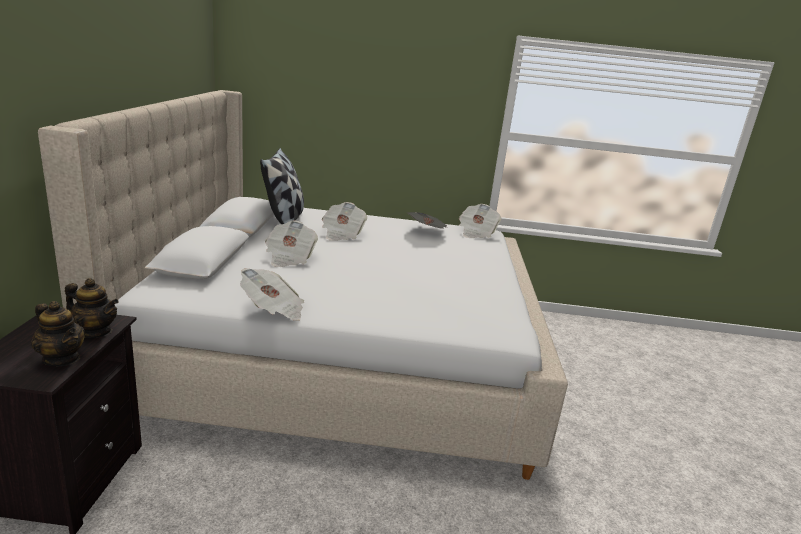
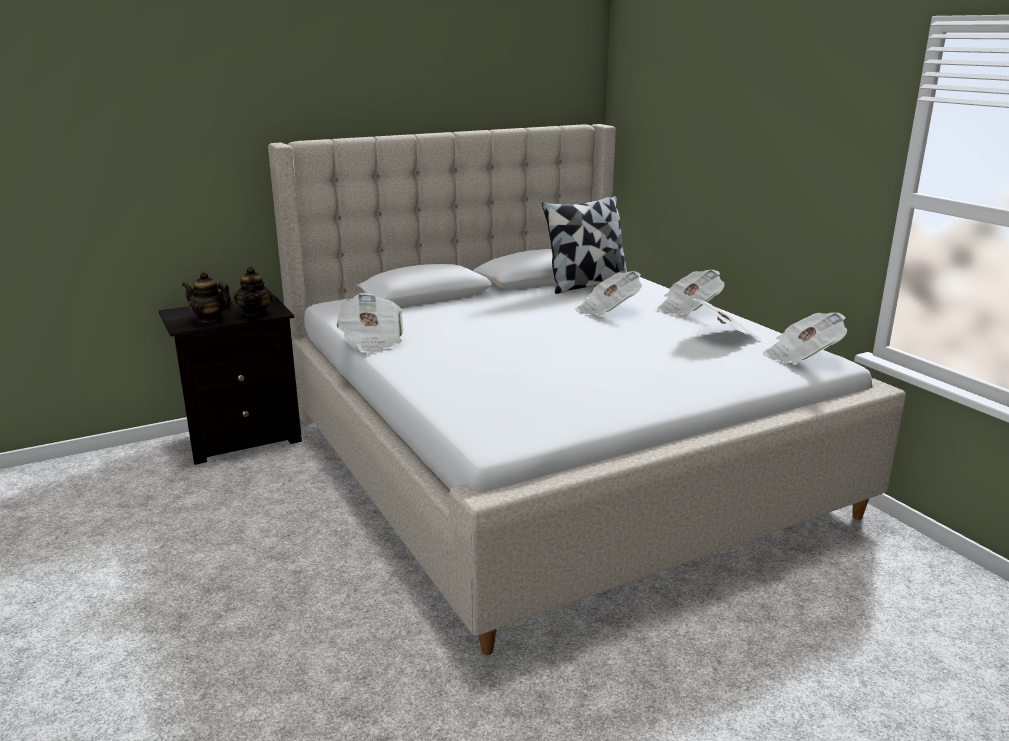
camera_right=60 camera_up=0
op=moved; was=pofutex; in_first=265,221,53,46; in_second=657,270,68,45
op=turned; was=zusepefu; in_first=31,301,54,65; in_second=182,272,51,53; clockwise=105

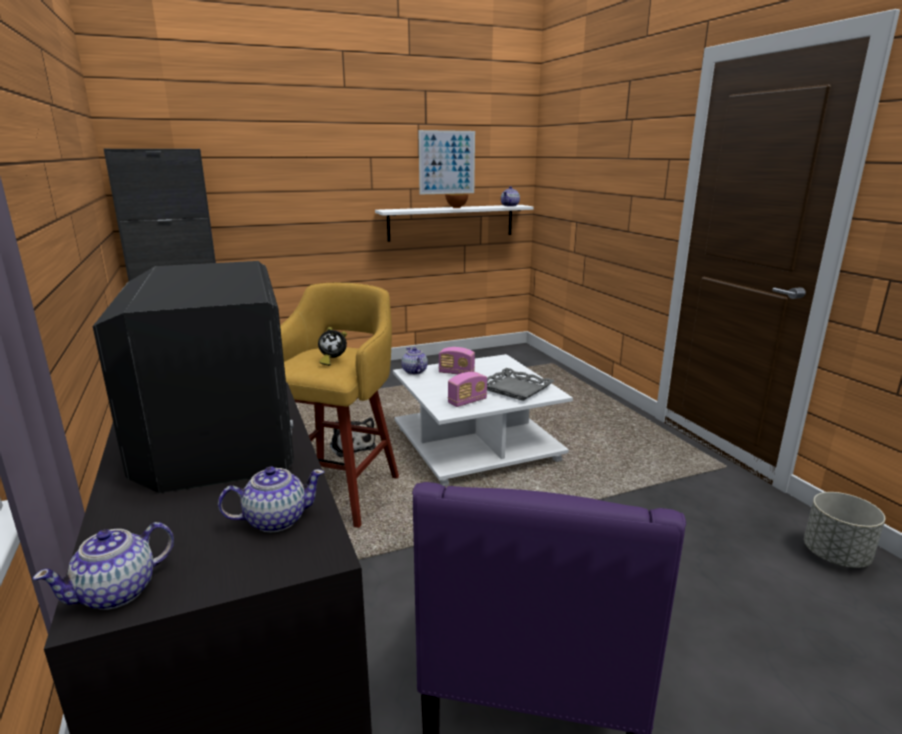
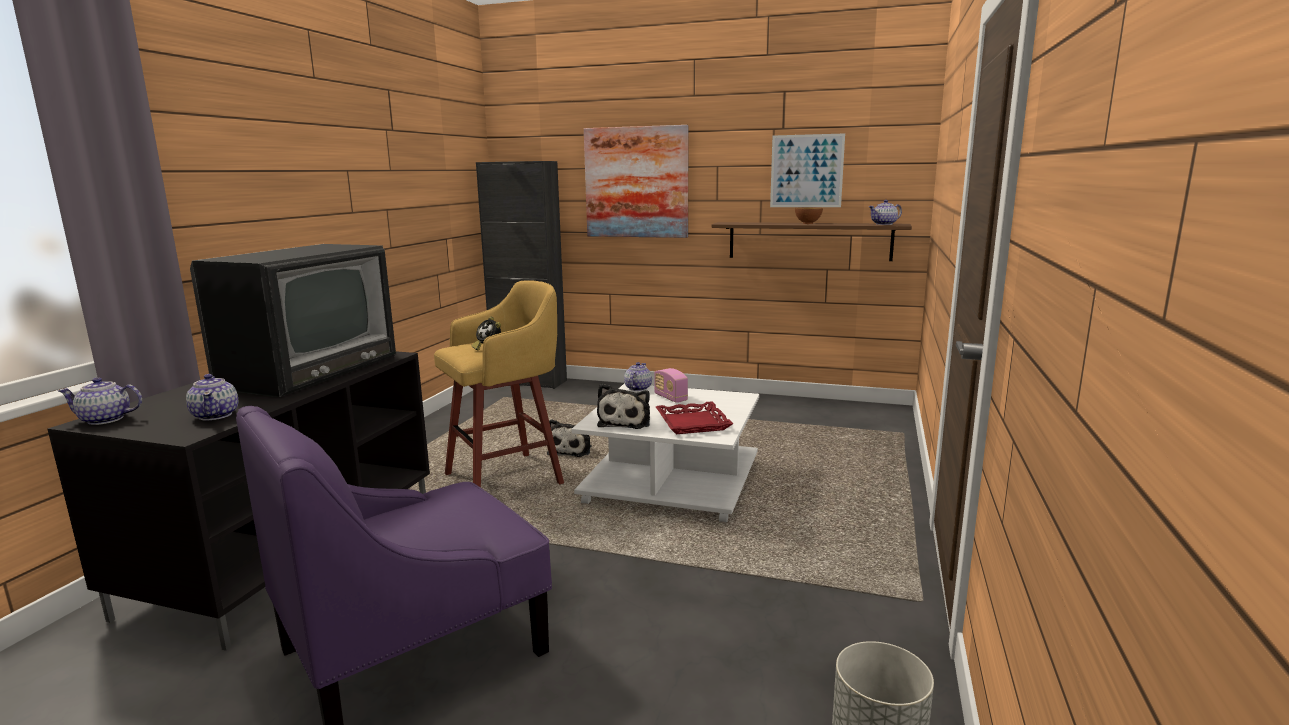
camera_right=40 camera_up=-5
op=recoloured; was=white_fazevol; now=brown_fazevol; in_first=375,205,159,37; in_second=712,222,200,39
op=recoloured; was=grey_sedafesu; now=red_sedafesu; in_first=487,368,67,33; in_second=656,401,77,33
op=replaced; was=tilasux; now=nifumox; in_first=448,372,39,35; in_second=597,384,53,45
op=turned; was=zusepefu; in_first=218,467,106,66; in_second=186,374,52,46; clockwise=45
op=added; now=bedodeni; in_second=584,125,104,113

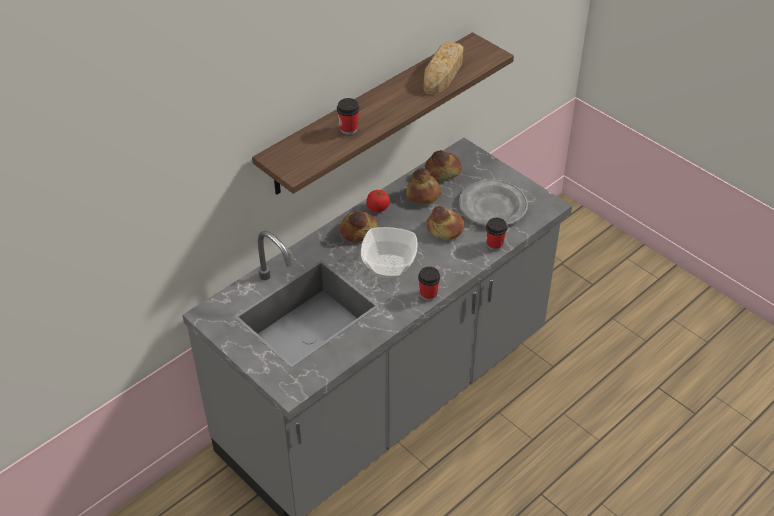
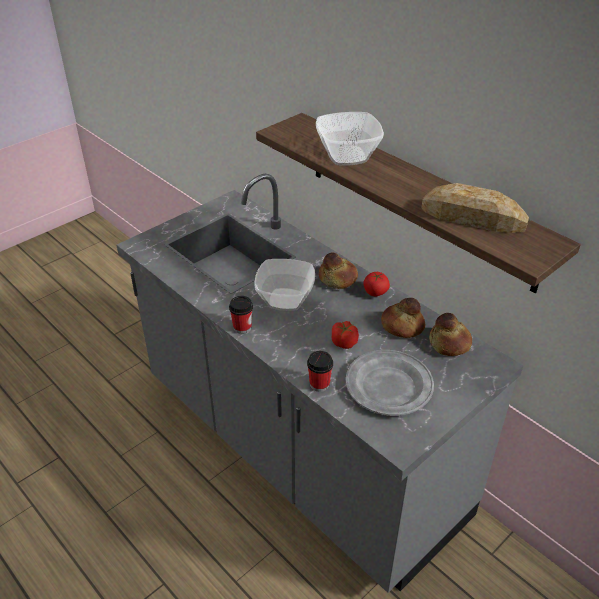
camera_right=90 camera_up=-5
op=replaced; was=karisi; now=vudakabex; in_first=337,98,23,37; in_second=316,112,68,54
op=replaced; was=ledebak; now=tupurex; in_first=427,206,37,34; in_second=332,321,27,28

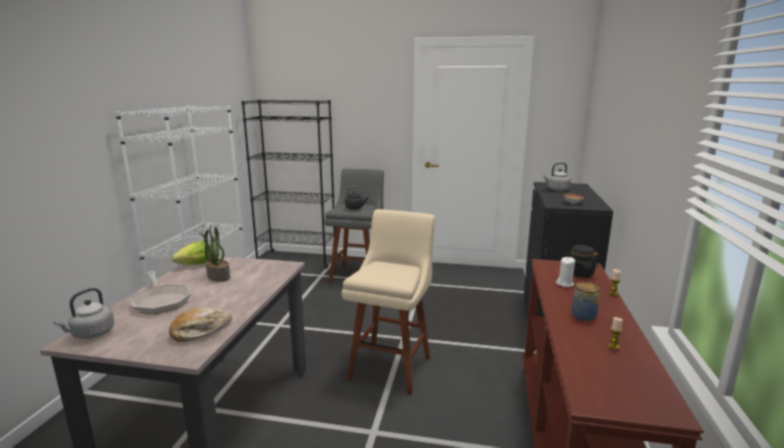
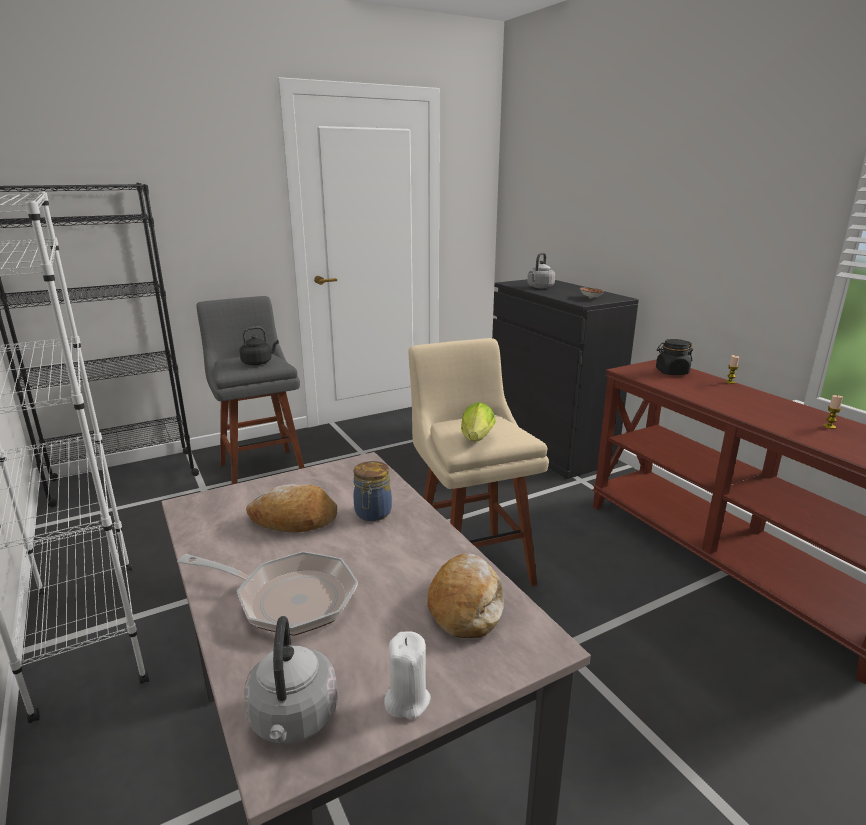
camera_right=-40 camera_up=5
op=replaced; was=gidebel; now=ledebak; in_first=199,226,31,56; in_second=246,484,91,49
op=moved; was=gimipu; in_first=172,241,38,24; in_second=461,402,35,39
op=moved; was=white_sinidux; in_first=556,257,19,30; in_second=384,631,47,88
op=moved; was=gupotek; in_first=571,282,29,39; in_second=353,461,39,60

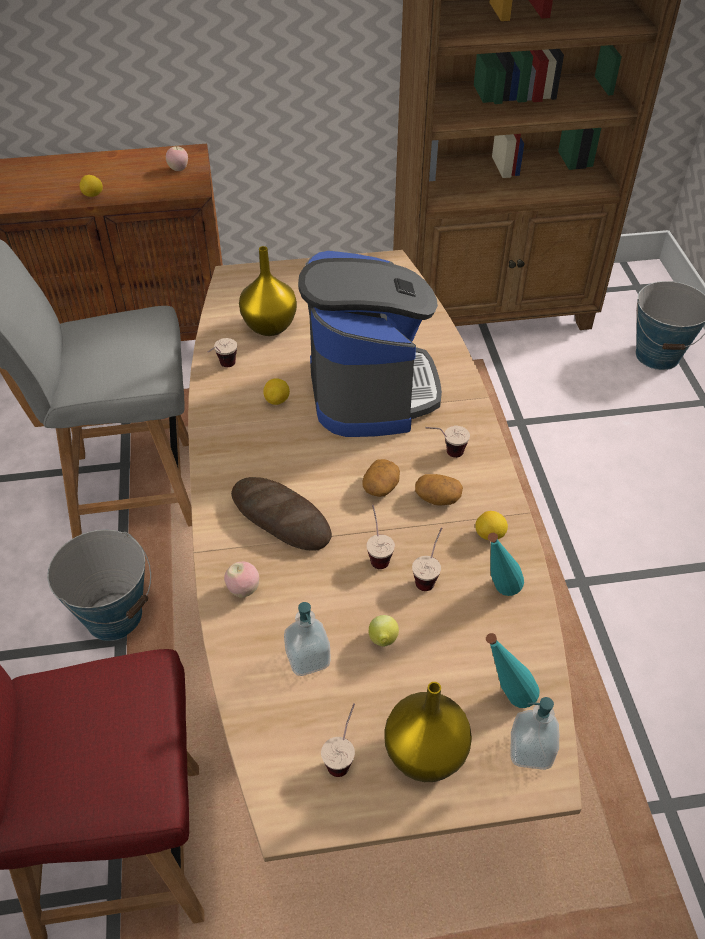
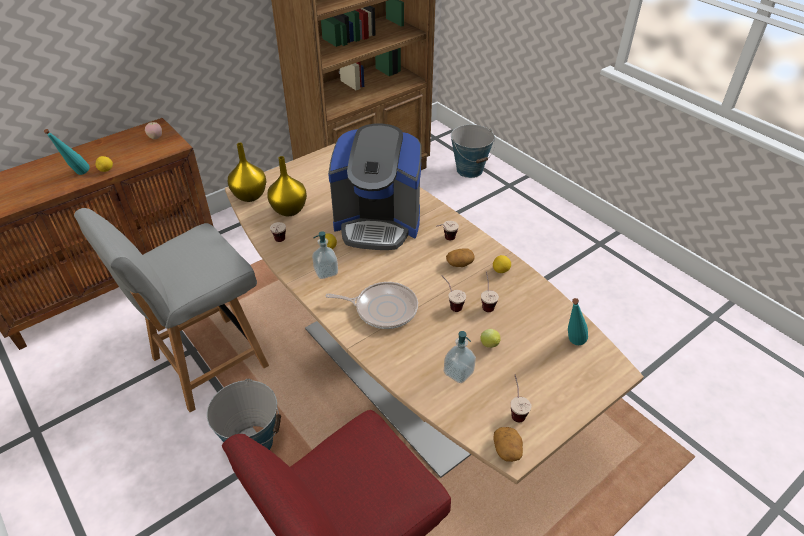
camera_right=-30 camera_up=-5
op=turned; was=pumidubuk; in_first=298,251,144,186; in_second=328,124,94,126; clockwise=135
op=moved; was=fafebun; in_first=362,459,38,38; in_second=494,427,29,35
op=replaced; was=ledebak; now=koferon; in_first=231,477,101,74; in_second=325,282,93,47
op=moved; was=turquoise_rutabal; in_first=488,533,36,63; in_second=44,129,46,46
op=removed; was=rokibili; in_first=224,562,35,36
op=moved; was=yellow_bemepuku; in_first=384,682,88,100; in_second=228,143,38,59
op=moved; was=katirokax; in_first=510,697,49,73; in_second=312,231,26,48

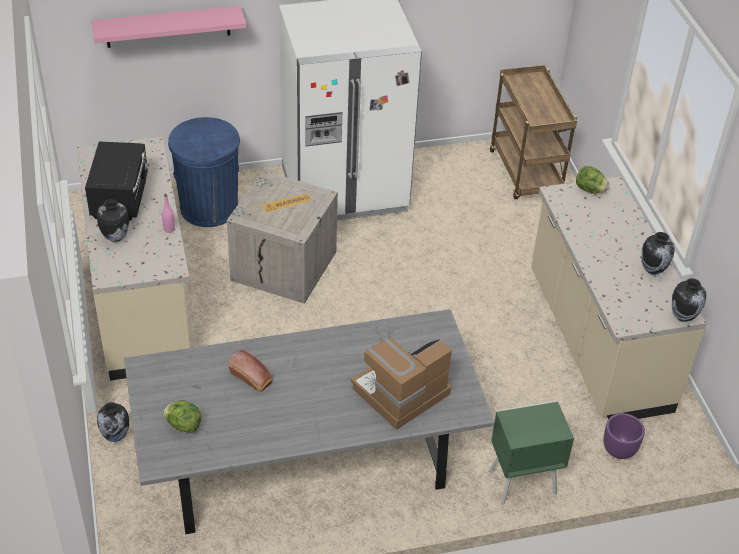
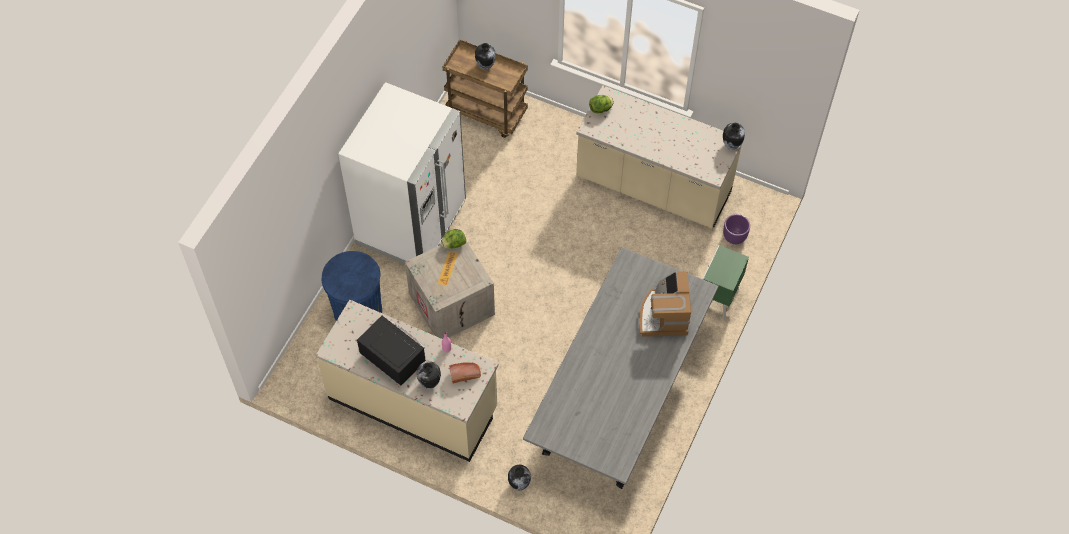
camera_right=-50 camera_up=15
op=removed; was=pink_fazevol; in_first=91,6,155,42
op=moved; was=bemepuku; in_first=642,232,33,43; in_second=475,43,21,26
op=moved; was=ledebak; in_first=228,350,45,42; in_second=449,362,32,21
op=moved; was=gimipu; in_first=163,400,38,34; in_second=441,229,25,20

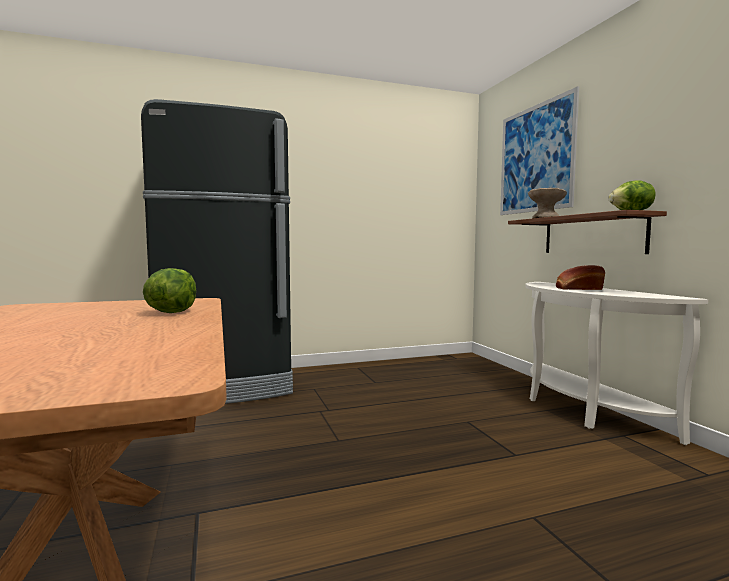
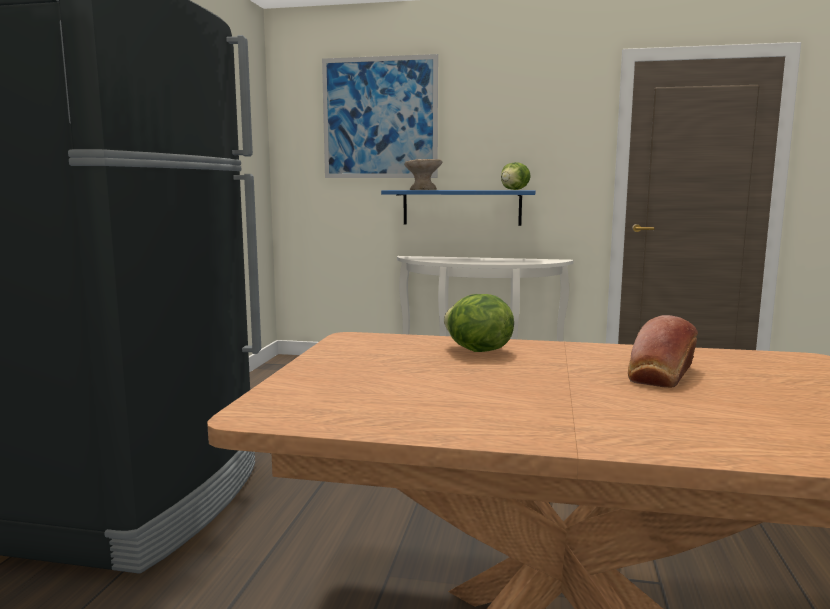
camera_right=-60 camera_up=5
op=recoloured; was=brown_fazevol; now=blue_fazevol; in_first=508,210,159,44; in_second=381,190,155,36
op=moved; was=ledebak; in_first=556,265,49,25; in_second=628,315,70,73

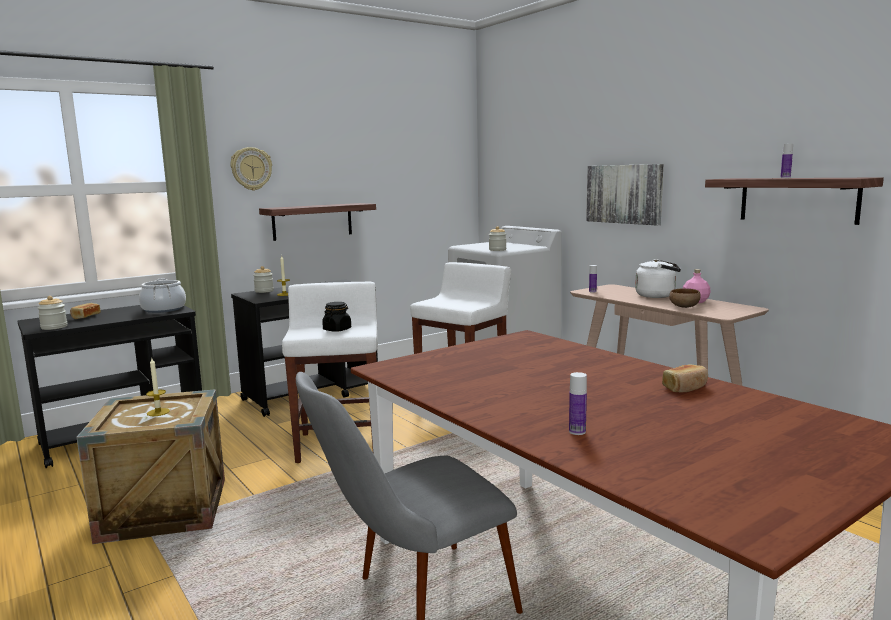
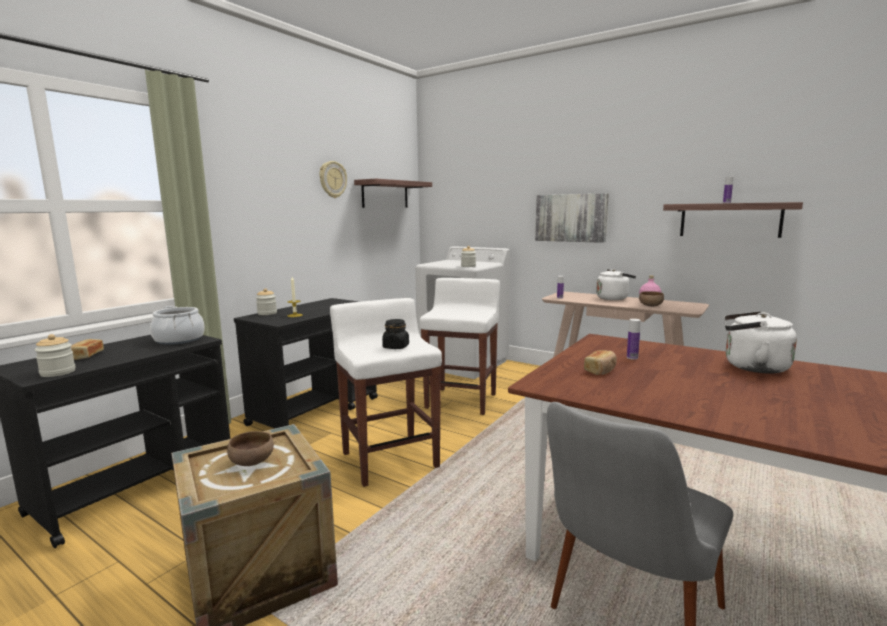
camera_right=-20 camera_up=0
op=moved; was=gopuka; in_first=231,147,41,44; in_second=320,161,27,37
op=moved; was=fazevol; in_first=259,203,117,38; in_second=354,179,78,29
op=replaced; was=sinidux; now=brown_vudakabex; in_first=146,358,24,58; in_second=227,431,47,35
op=moved; was=ledebak; in_first=662,364,46,29; in_second=584,350,33,25
op=moved; was=rutabal; in_first=569,372,18,63; in_second=627,319,14,41
op=added; now=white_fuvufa; in_second=724,311,73,62

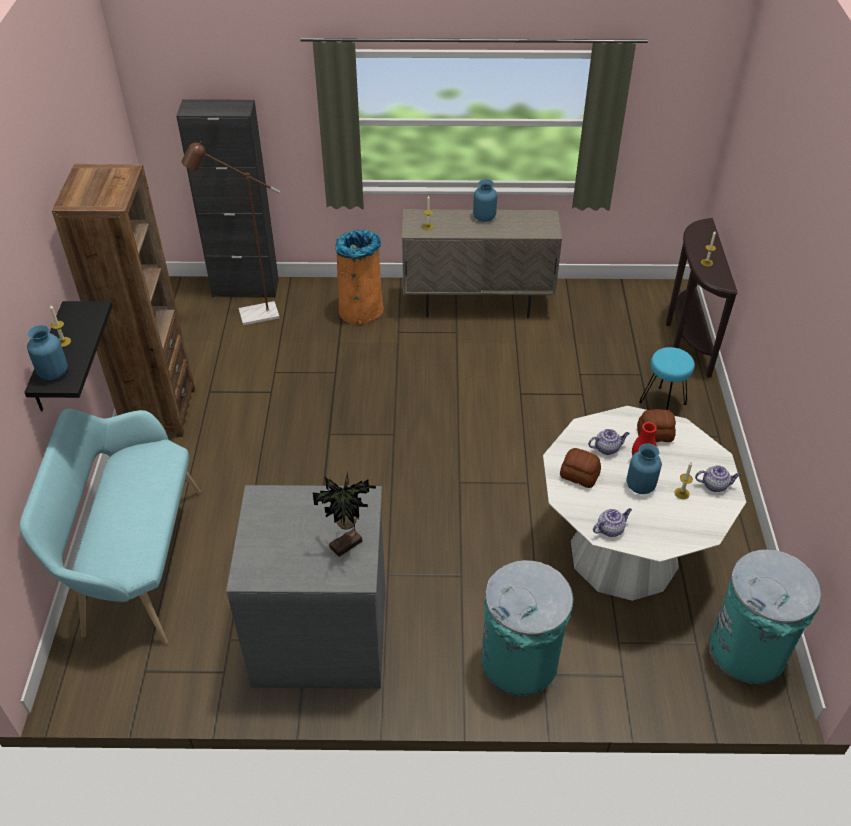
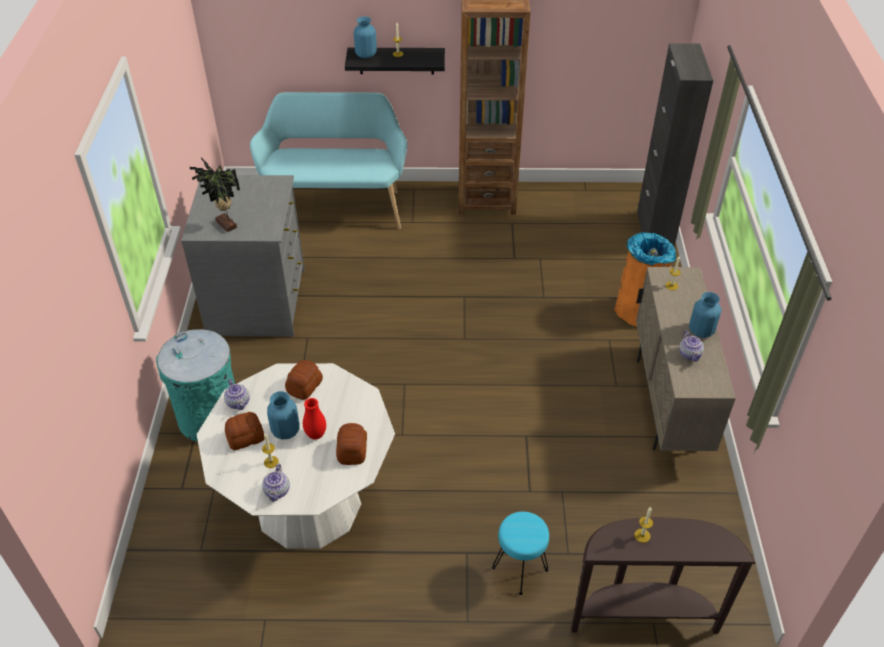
camera_right=90 camera_up=0
op=removed; was=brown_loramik; in_first=181,141,99,184
op=moved; was=zusepefu; in_first=588,429,42,26; in_second=679,330,25,32
op=removed; was=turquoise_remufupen; in_first=709,549,112,135
op=added; now=ledebak; in_second=225,412,40,38

